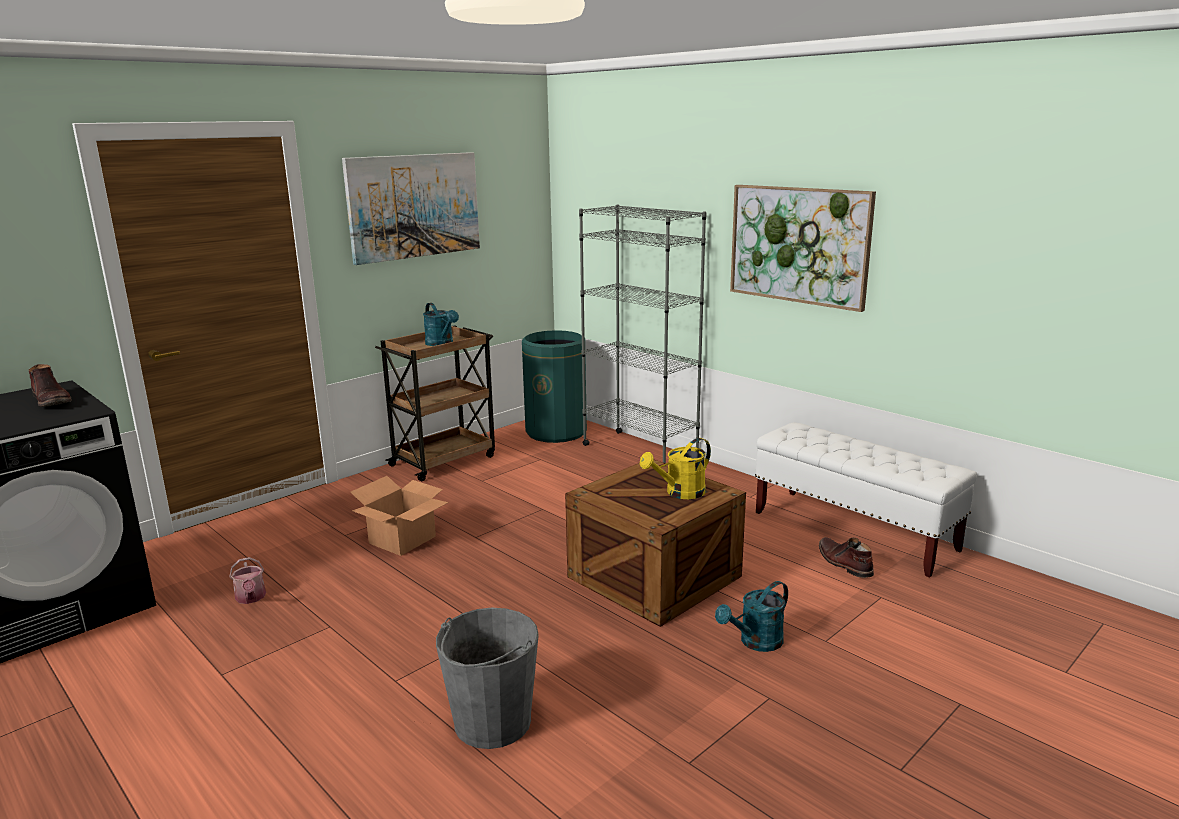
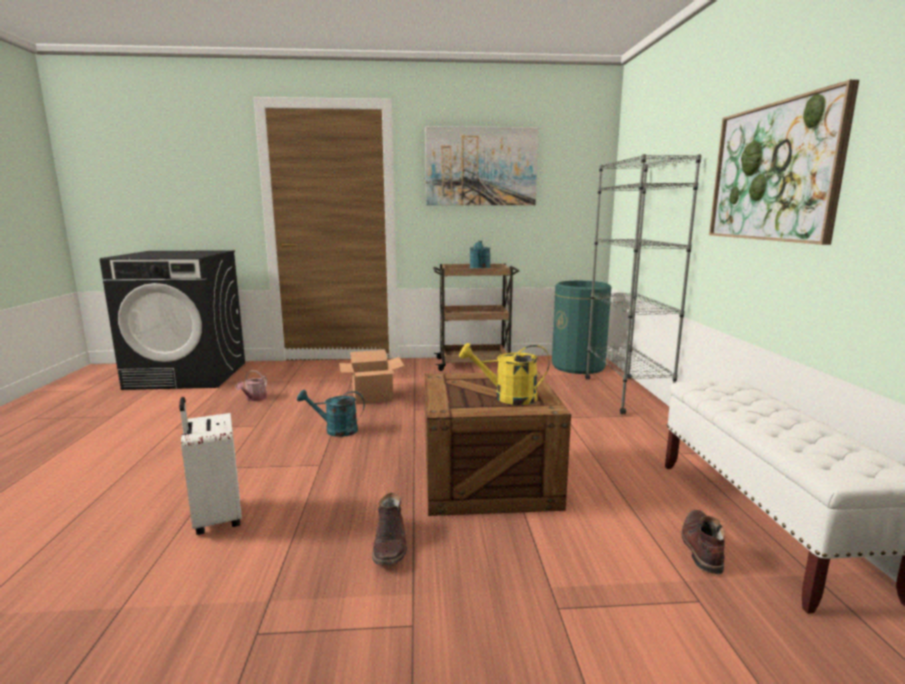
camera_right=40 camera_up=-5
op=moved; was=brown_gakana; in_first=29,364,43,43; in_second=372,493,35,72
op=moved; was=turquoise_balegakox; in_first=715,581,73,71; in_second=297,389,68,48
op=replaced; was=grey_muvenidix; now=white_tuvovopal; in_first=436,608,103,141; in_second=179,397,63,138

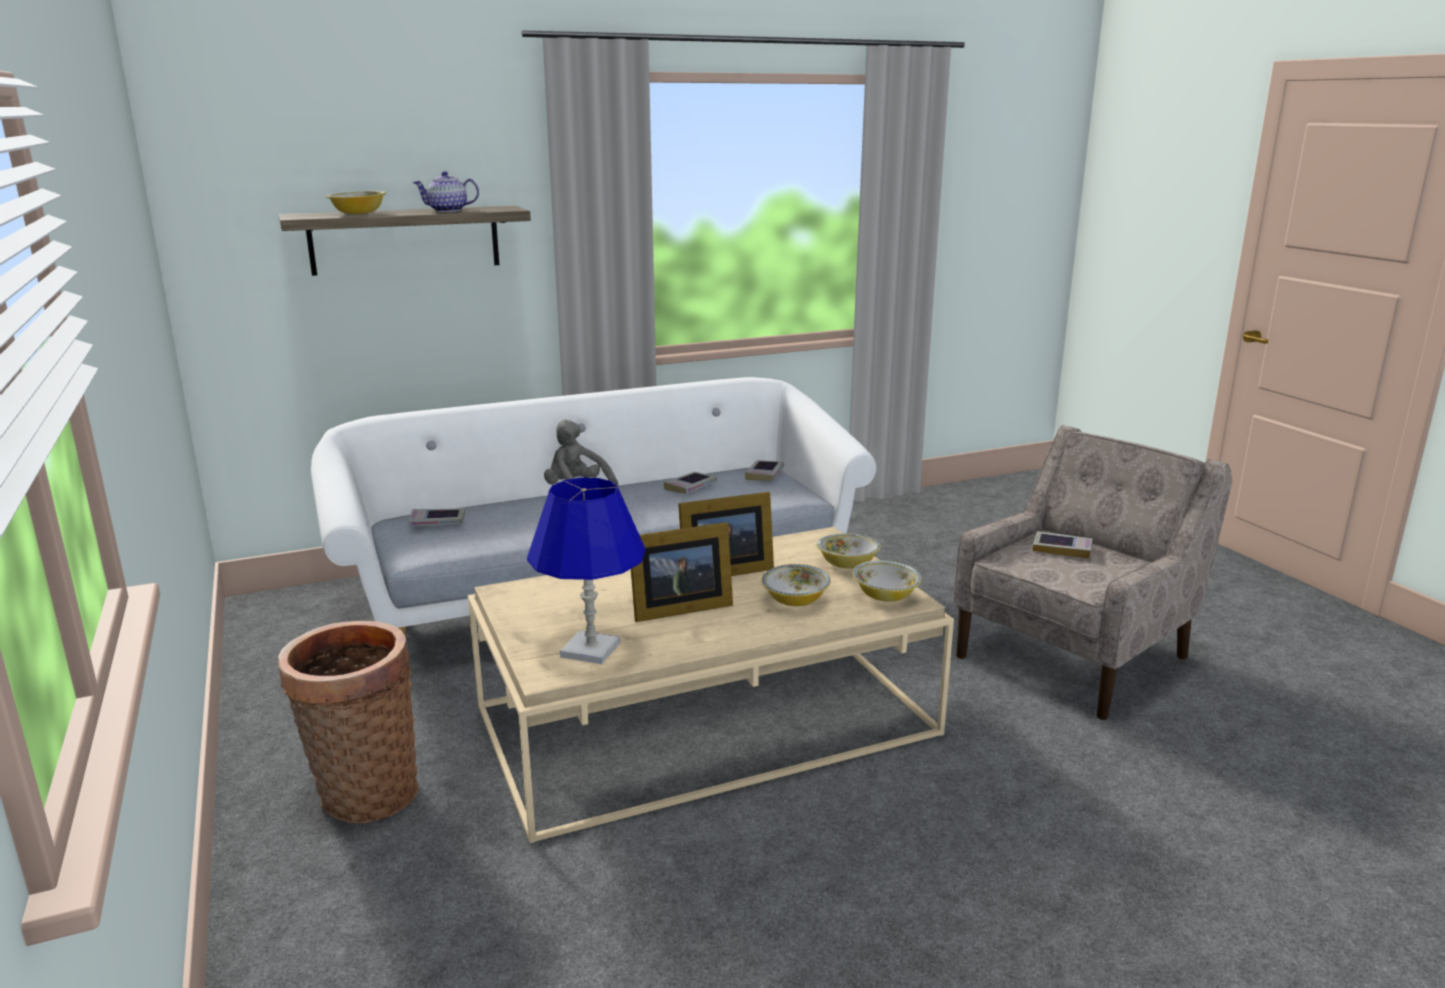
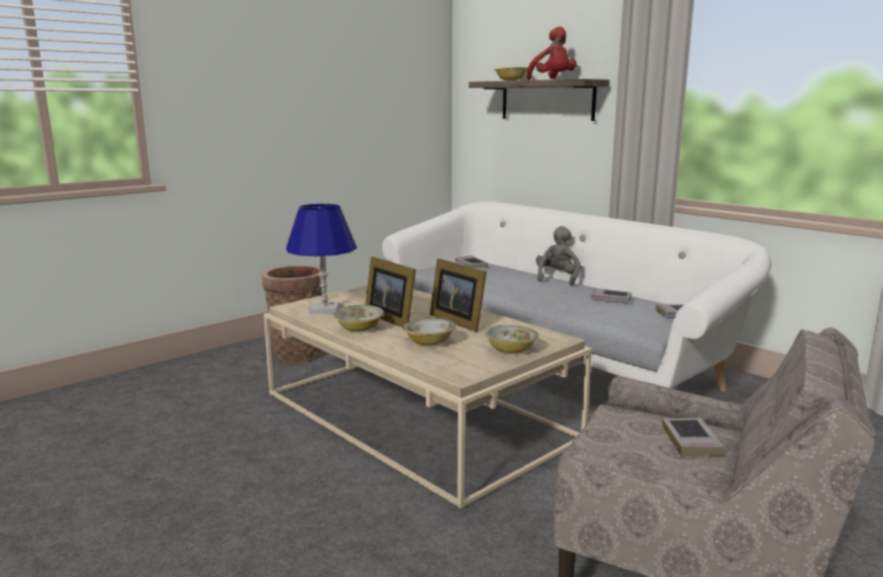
camera_right=70 camera_up=-5
op=replaced; was=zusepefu; now=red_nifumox; in_first=413,171,66,41; in_second=526,27,51,53
op=moved; was=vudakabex; in_first=853,560,69,42; in_second=333,305,51,27

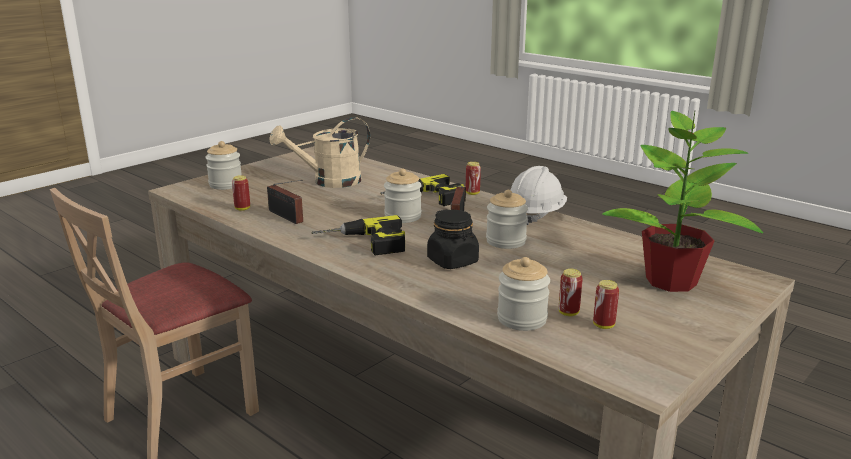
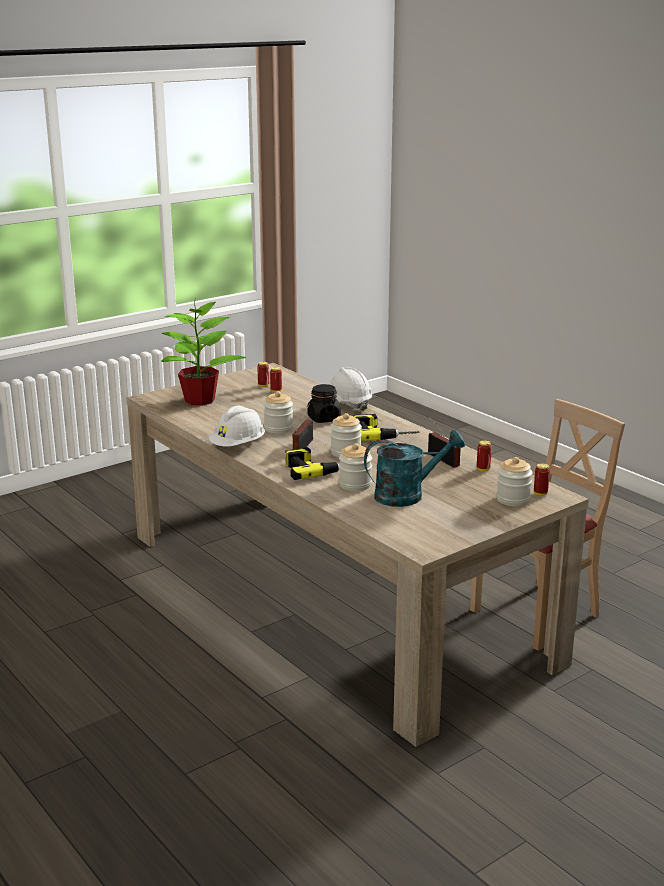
camera_right=-170 camera_up=0
op=recoloured; was=beige_balegakox; now=turquoise_balegakox; in_first=270,117,100,71; in_second=364,430,101,77
op=moved; was=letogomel; in_first=466,162,15,33; in_second=534,463,16,33
op=moved; was=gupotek; in_first=497,257,53,74; in_second=339,443,33,48
op=added; now=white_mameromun; in_second=329,367,43,44

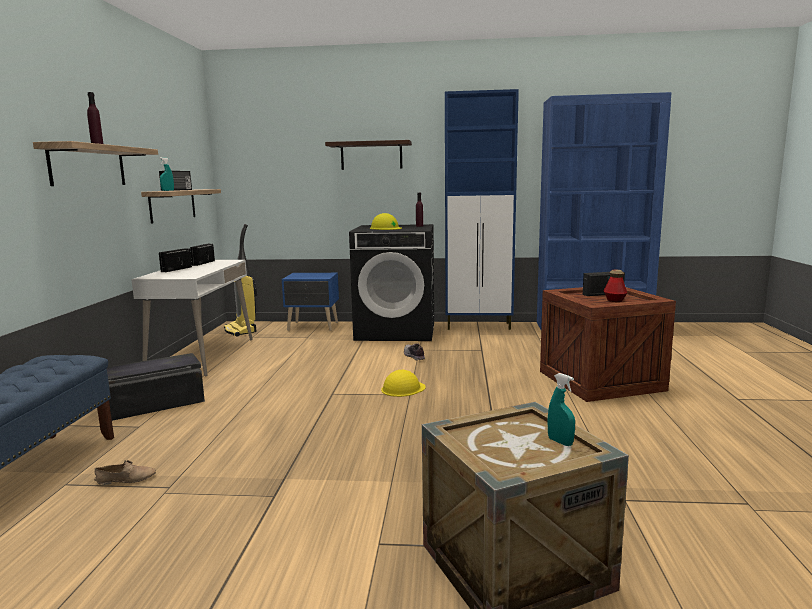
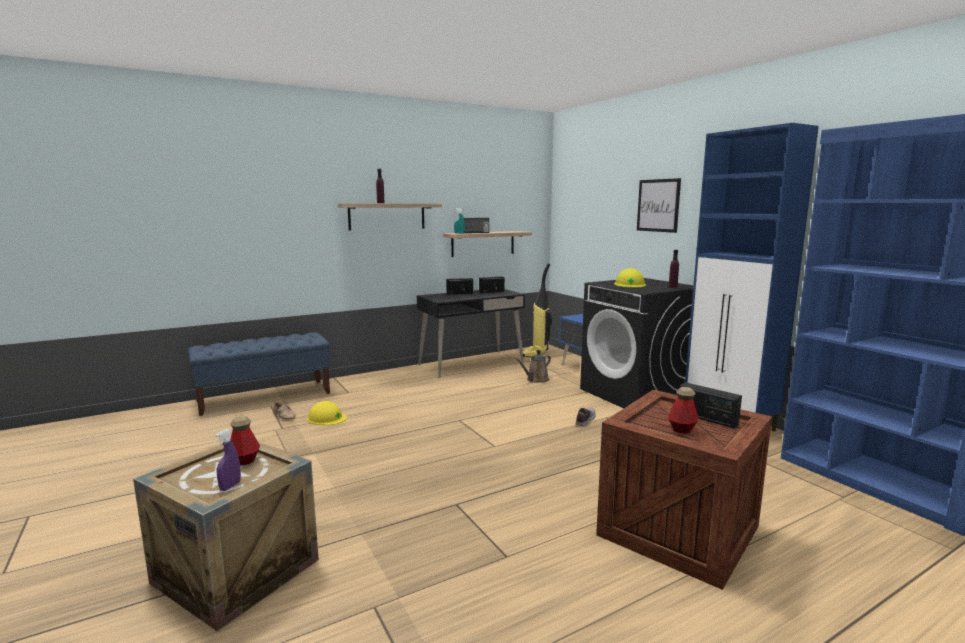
camera_right=55 camera_up=0
op=replaced; was=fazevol; now=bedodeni; in_first=325,140,87,30; in_second=637,178,44,55
op=recoloured; was=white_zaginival; now=black_zaginival; in_first=131,260,121,117; in_second=417,289,108,89
op=removed; was=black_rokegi; in_first=107,353,98,68
op=moved; was=yellow_mameromun; in_first=381,370,45,27; in_second=307,401,40,24
op=recoloured; was=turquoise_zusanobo; now=purple_zusanobo; in_first=548,373,27,73; in_second=215,429,26,62
op=added; now=brown_balegakox; in_second=515,355,36,28
op=added; now=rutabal; in_second=230,416,30,49

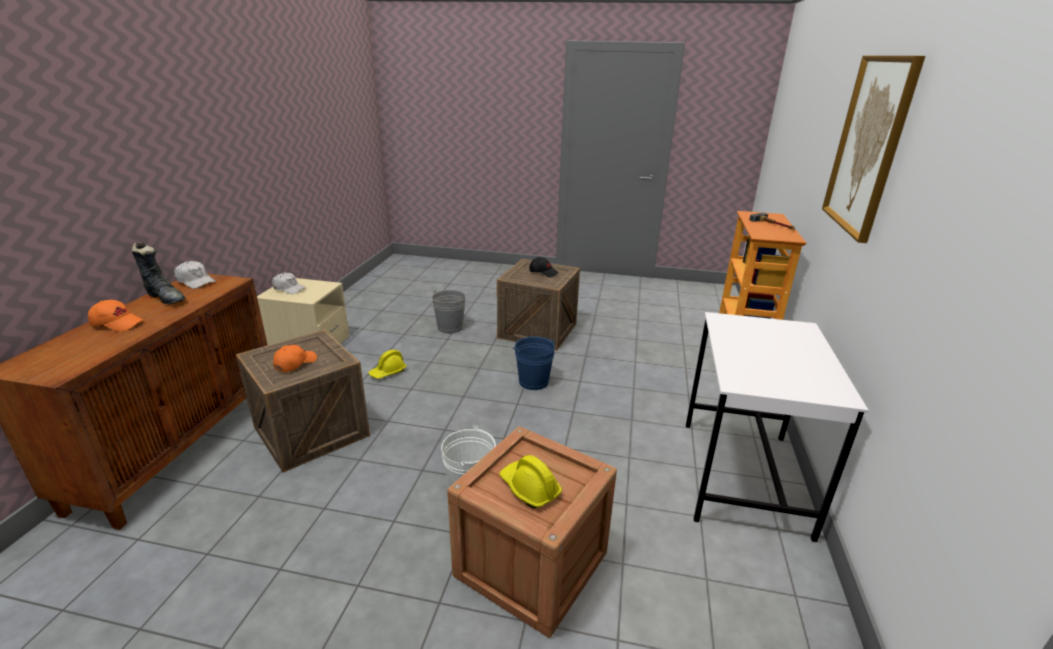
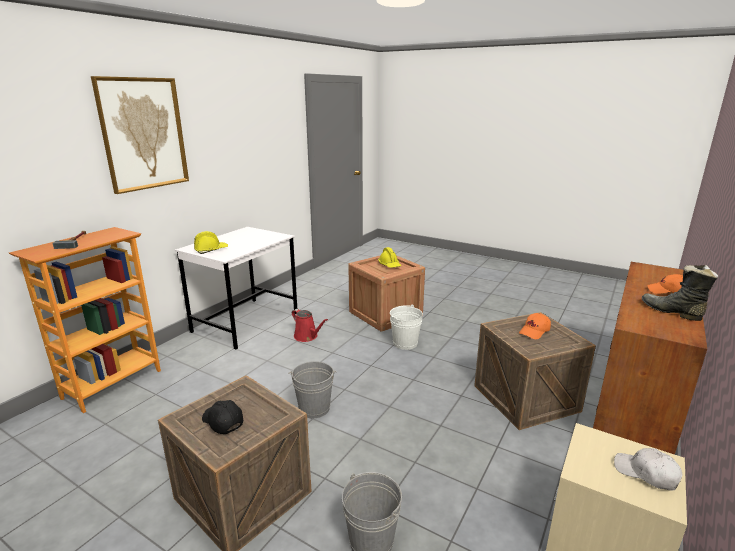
camera_right=-160 camera_up=-5
op=removed; was=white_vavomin; in_first=174,261,42,28
op=recoloured; was=blue_muvenidix; now=grey_muvenidix; in_first=513,336,42,54; in_second=288,361,49,57
op=moved; was=yellow_mameromun; in_first=368,350,39,29; in_second=194,231,34,23
op=added; now=red_balegakox; in_second=292,309,36,33

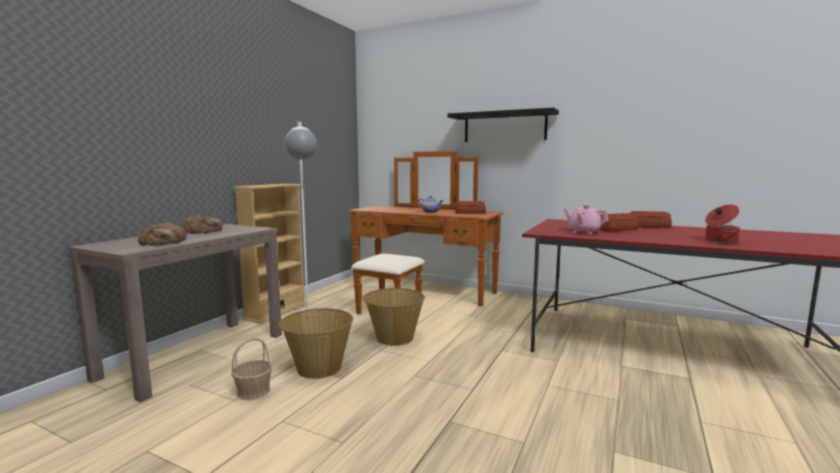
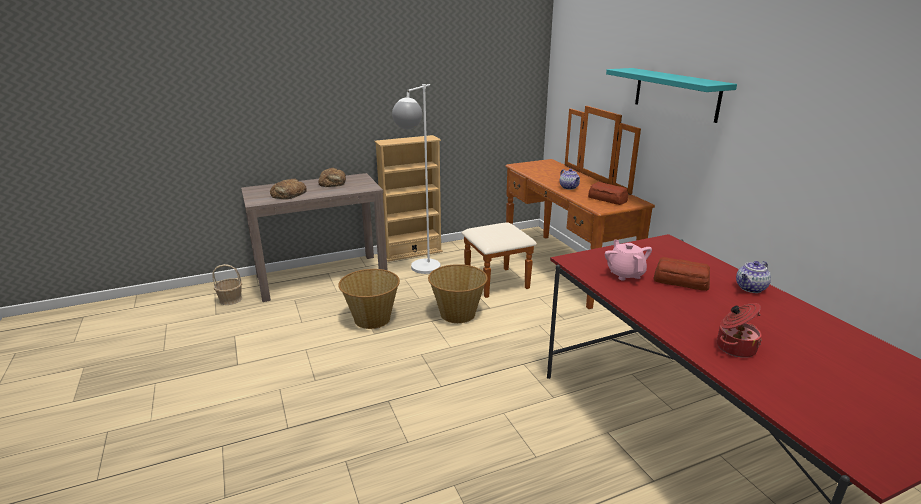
camera_right=40 camera_up=15
op=recoloured; was=black_fazevol; now=turquoise_fazevol; in_first=447,108,112,34; in_second=606,68,131,55
op=replaced; was=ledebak; now=zusepefu; in_first=630,211,42,17; in_second=736,261,35,32
op=moved; was=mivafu; in_first=231,338,41,62; in_second=213,264,29,41

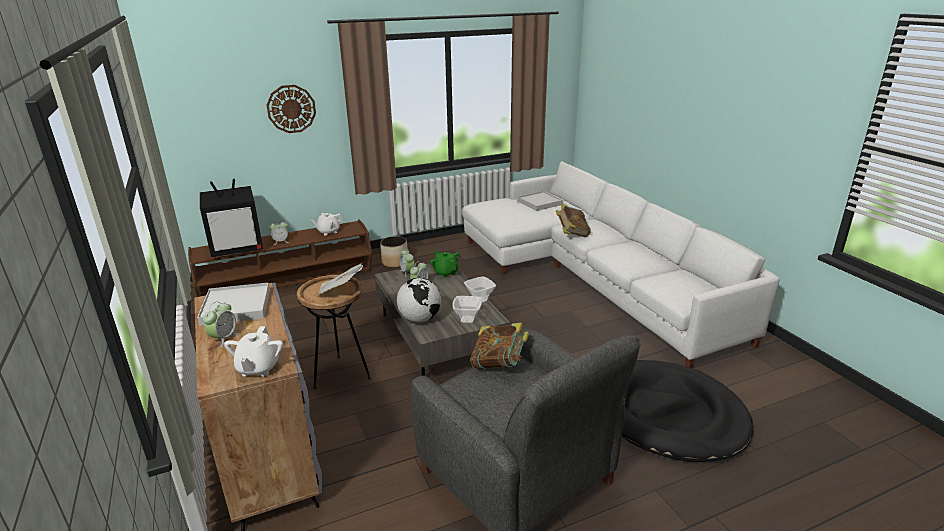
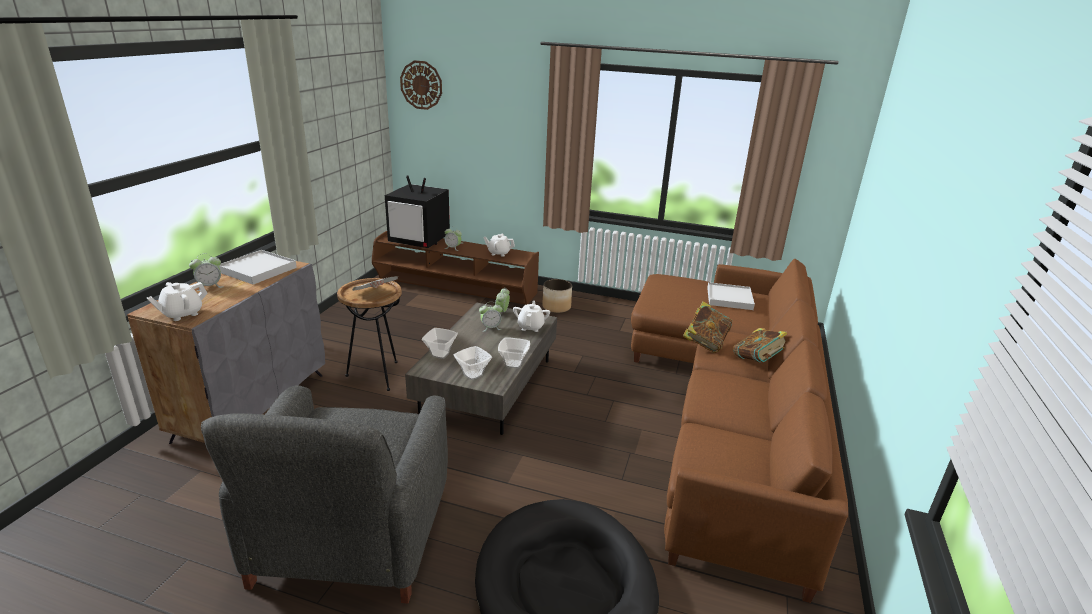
camera_right=40 camera_up=0
op=moved; was=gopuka; in_first=266,85,50,48; in_second=400,60,42,50
op=recoloured; was=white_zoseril; now=brown_zoseril; in_first=462,161,318,207; in_second=631,259,217,344
op=recoloured; was=green_zusepefu; now=white_zusepefu; in_first=430,251,30,27; in_second=513,301,37,31
op=replaced; was=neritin; now=vudakabex; in_first=397,278,44,44; in_second=422,328,36,31
op=moved; was=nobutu; in_first=470,323,59,46; in_second=733,328,54,34

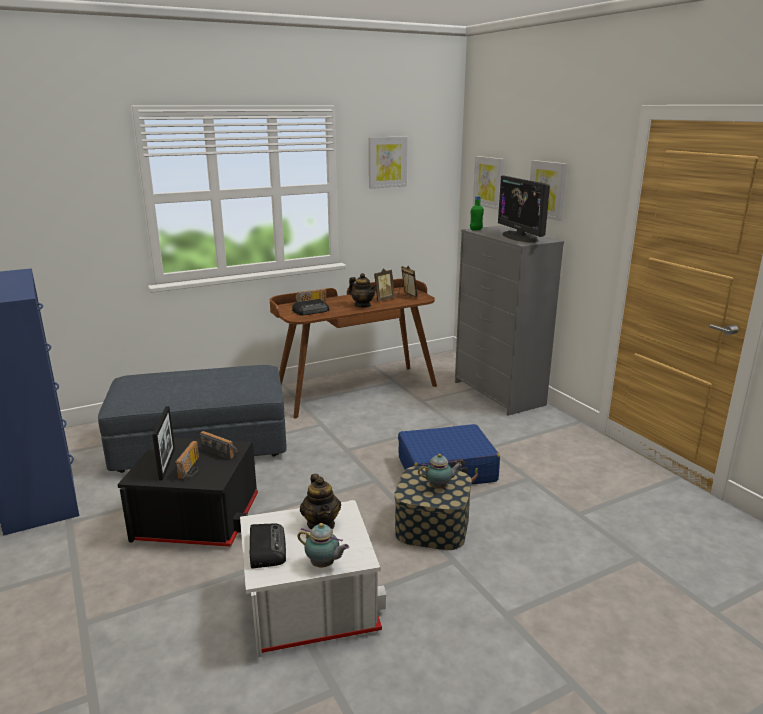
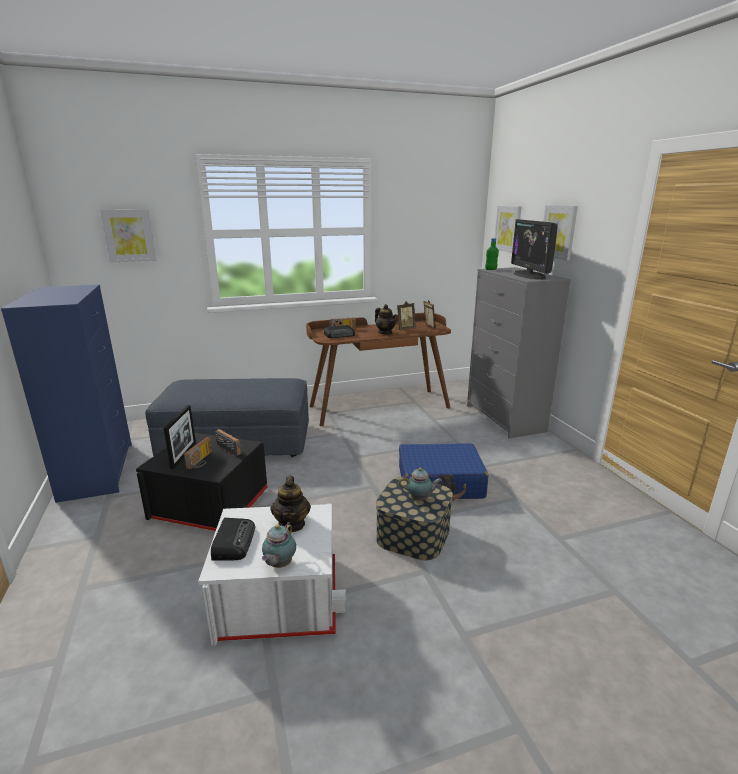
camera_right=10 camera_up=0
op=moved; was=bedodeni; in_first=369,136,39,53; in_second=100,210,56,52
op=turned; was=zusepefu; in_first=297,523,52,44; in_second=262,522,34,46; clockwise=75

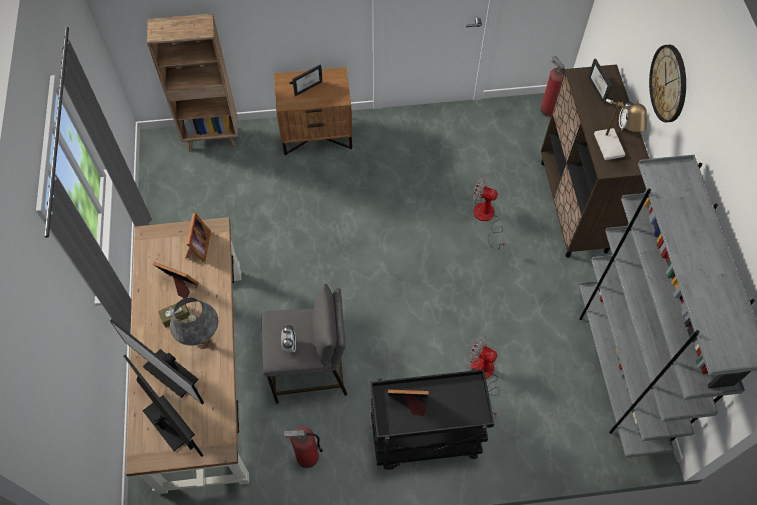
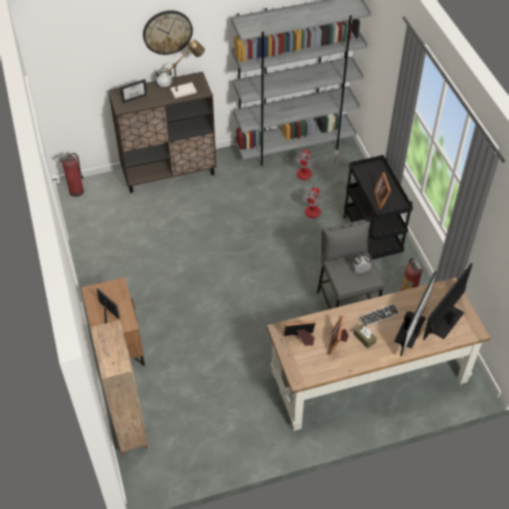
camera_right=-100 camera_up=-10
op=moved; was=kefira; in_first=472,178,34,72; in_second=294,149,45,31
op=replaced; was=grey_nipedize; now=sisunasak; in_first=170,298,48,51; in_second=359,304,40,23

